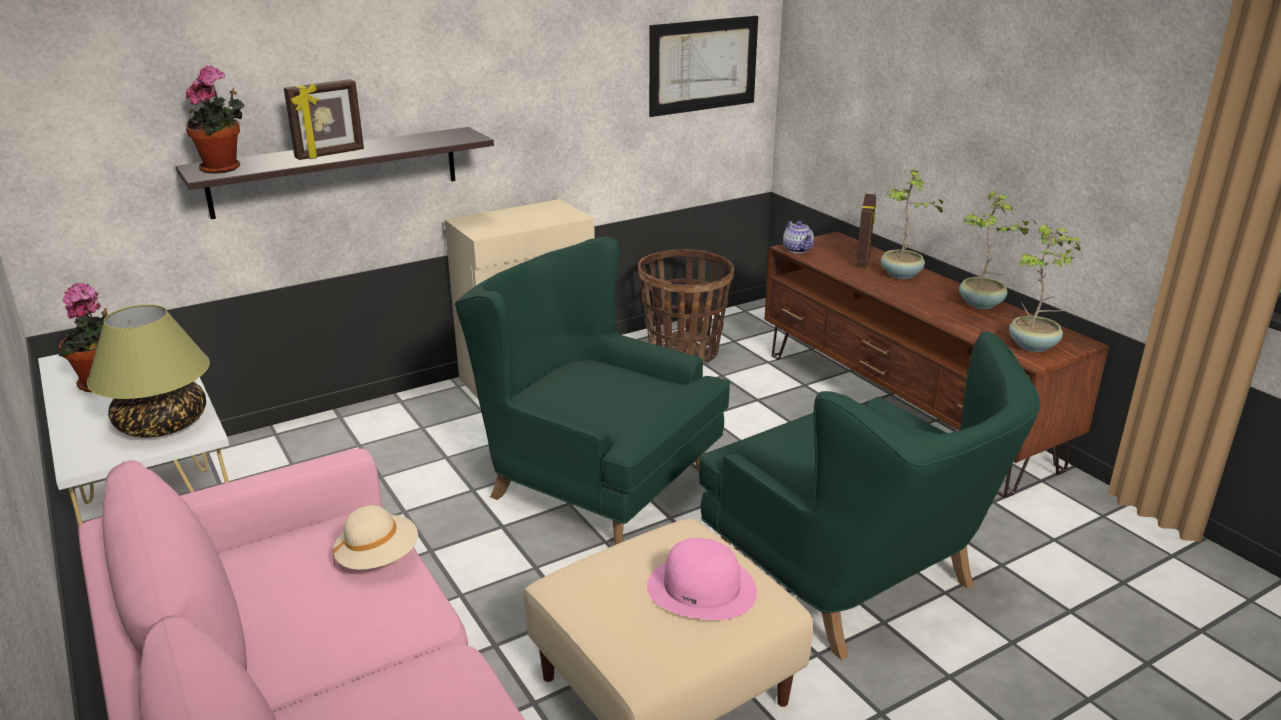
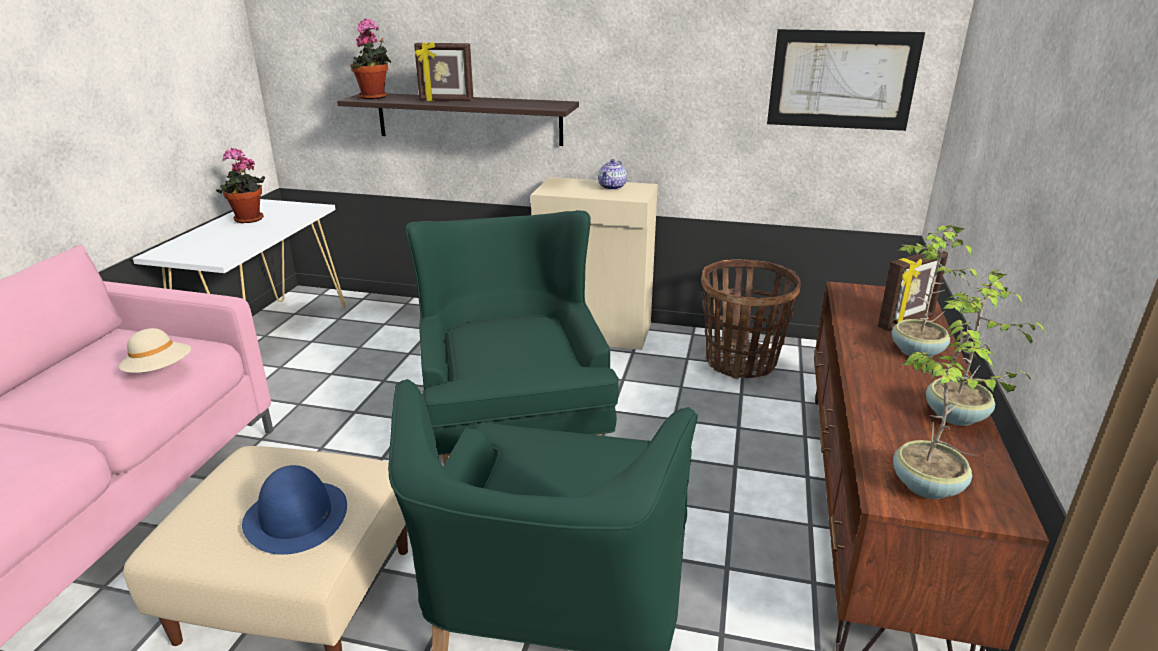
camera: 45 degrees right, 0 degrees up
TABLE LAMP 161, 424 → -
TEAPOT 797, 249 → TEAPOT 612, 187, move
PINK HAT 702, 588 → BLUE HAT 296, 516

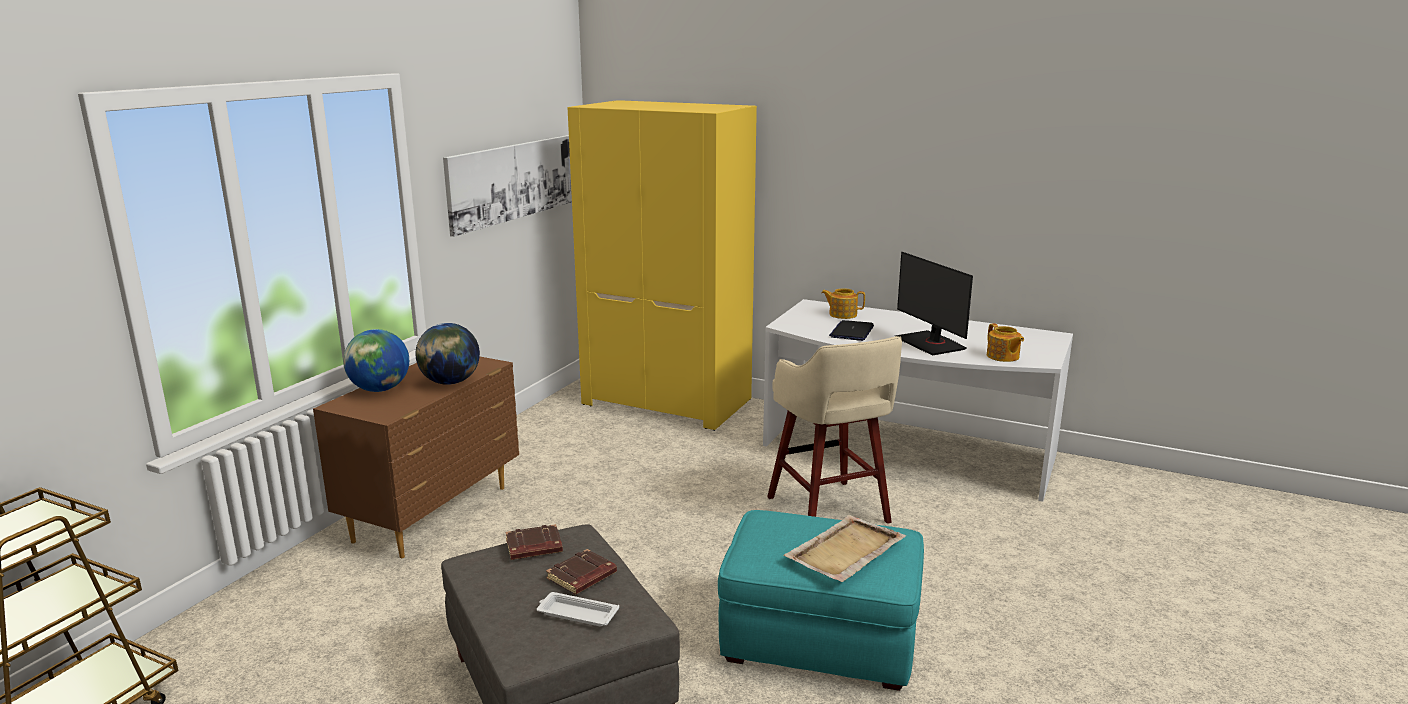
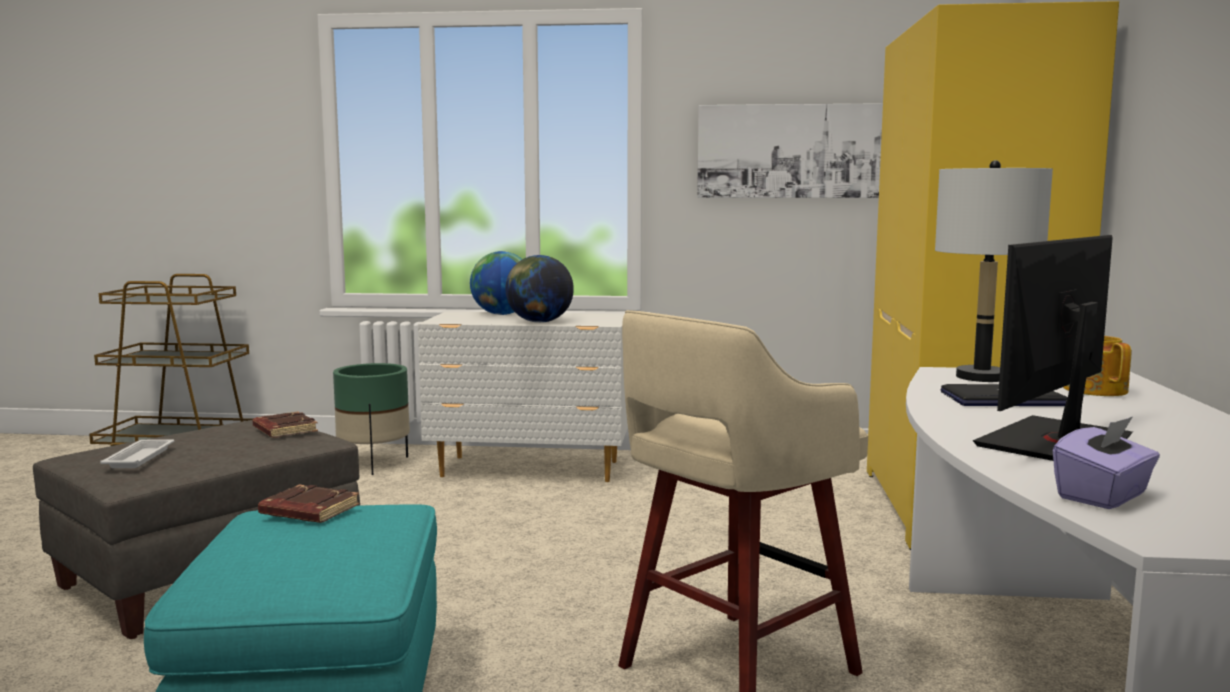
camera: 70 degrees right, 10 degrees down
BEIGE TRAY 844, 551 → -
- → GREEN PLANTER 374, 464
- → GREY TABLE LAMP 981, 377
BROWN BOOK 582, 577 → BROWN BOOK 308, 511, move
TEAPOT 1002, 357 → PURPLE TISSUE BOX 1103, 496
BROWN DRESSER 434, 513 → WHITE DRESSER 531, 470

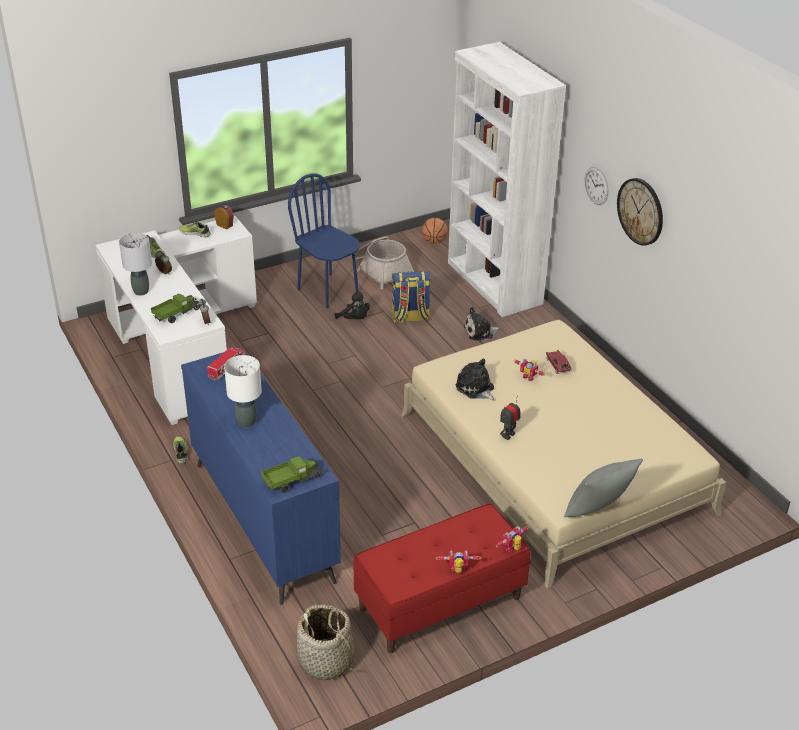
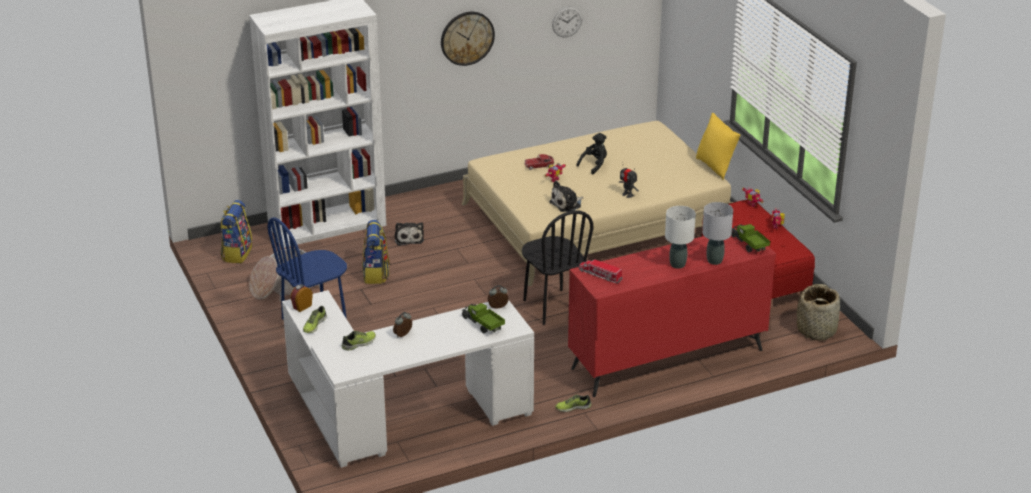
camera: 85 degrees left, 5 degrees down
- → BLACK CHAIR 553, 307
GREY TABLE LAMP 141, 291 → GREY TABLE LAMP 714, 261, move
BLACK PLUSH TOY 354, 319 → BLACK PLUSH TOY 594, 165, move
WALL CLOCK 596, 186 → WALL CLOCK 567, 21, move
BASKETBALL 434, 241 → BACKPACK 237, 253
BLUE DRESSER 263, 520 → RED DRESSER 666, 359
GREY PILLOW 598, 512 → YELLOW PILLOW 715, 167

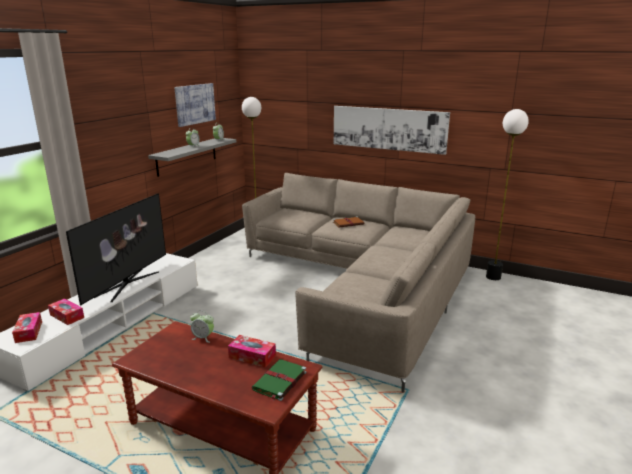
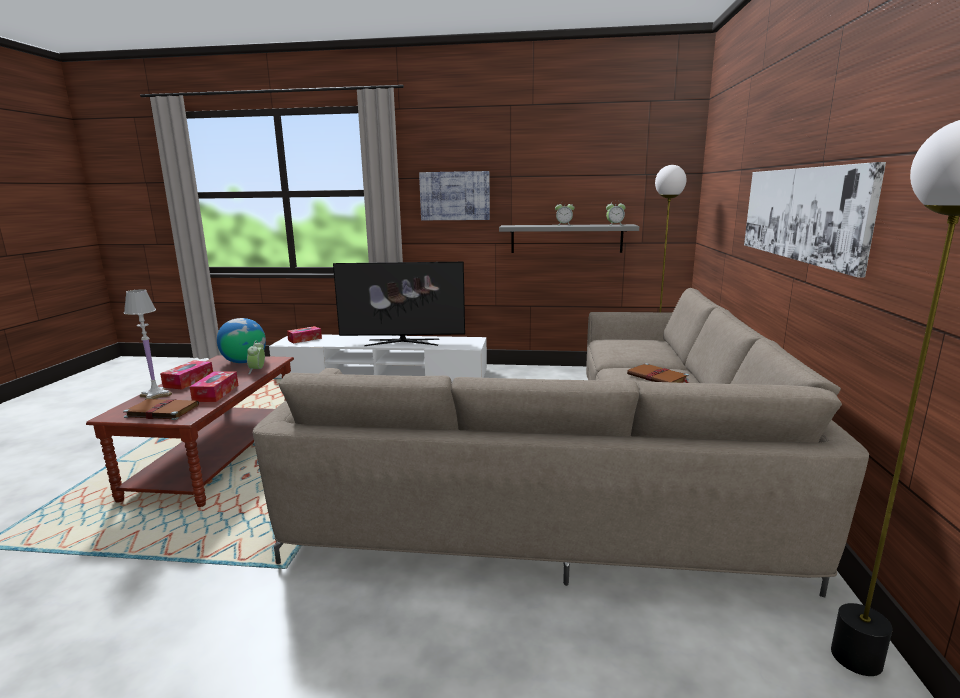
camera: 70 degrees right, 5 degrees down
- → WHITE TABLE LAMP 156, 395
- → GLOBE 244, 362
TISSUE BOX 67, 316 → TISSUE BOX 189, 381, move
PICTURE 195, 104 → PICTURE 455, 196, move
GREEN BOOK 279, 381 → BROWN BOOK 161, 411

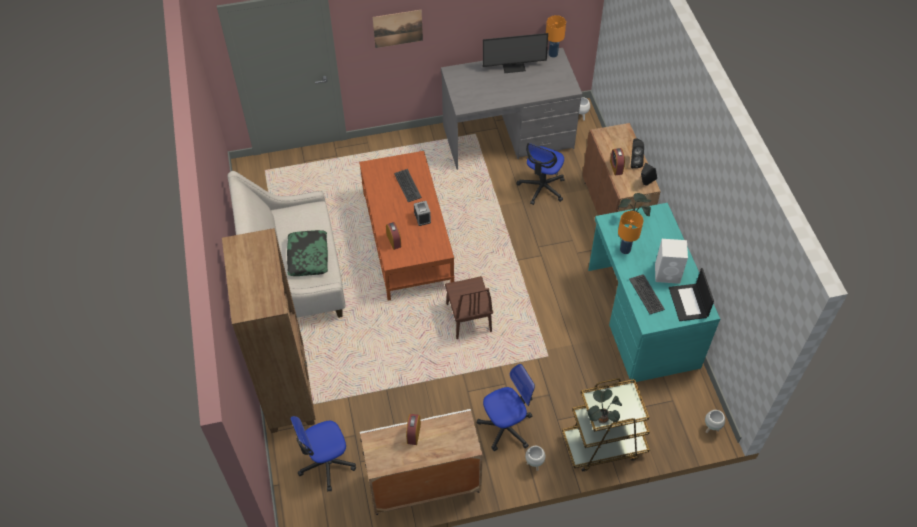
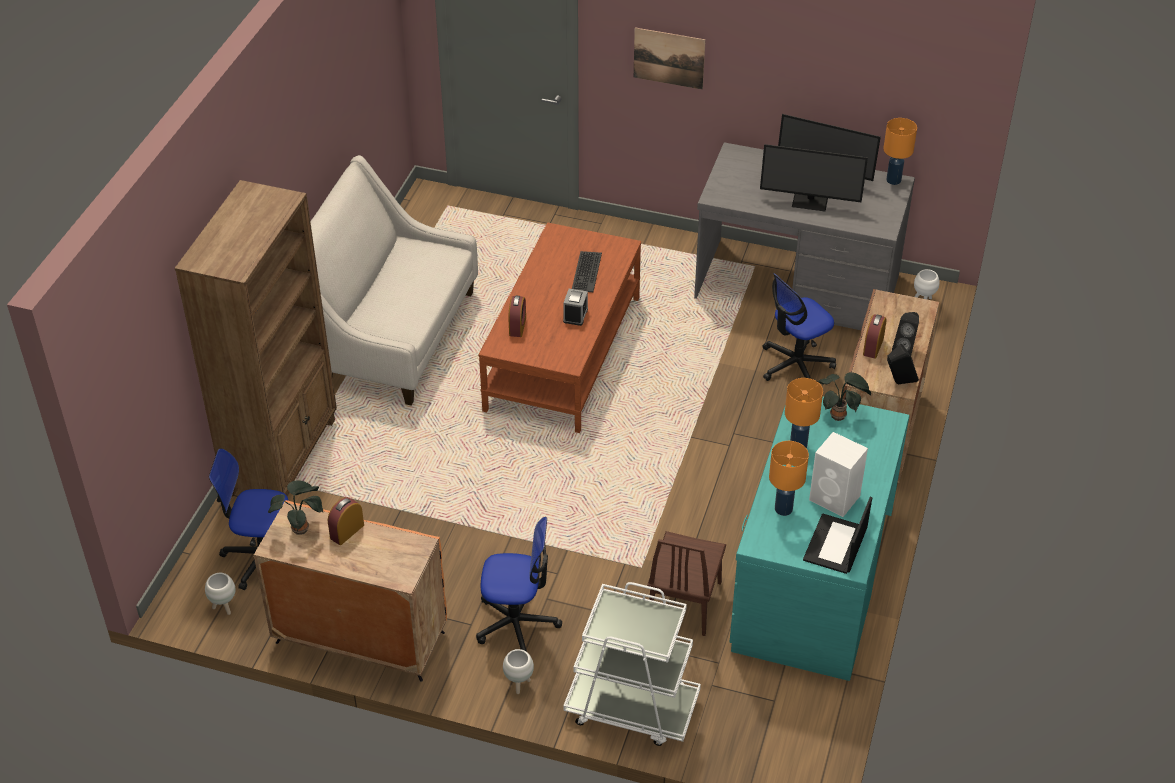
camera: 30 degrees right, 10 degrees down
PILLOW 308, 257 → -
- → MONITOR 810, 200
BROWN CHAIR 468, 317 → BROWN CHAIR 684, 601, move
POTTED PLANT 602, 417 → POTTED PLANT 301, 528, move
WHITE PLANTER 711, 428 → WHITE PLANTER 224, 607, move
KEYBOARD 646, 294 → ORANGE TABLE LAMP 784, 509
WHITE CABINET 423, 484 → ORANGE CABINET 359, 638
BROWN CART 603, 445 → WHITE CART 631, 708

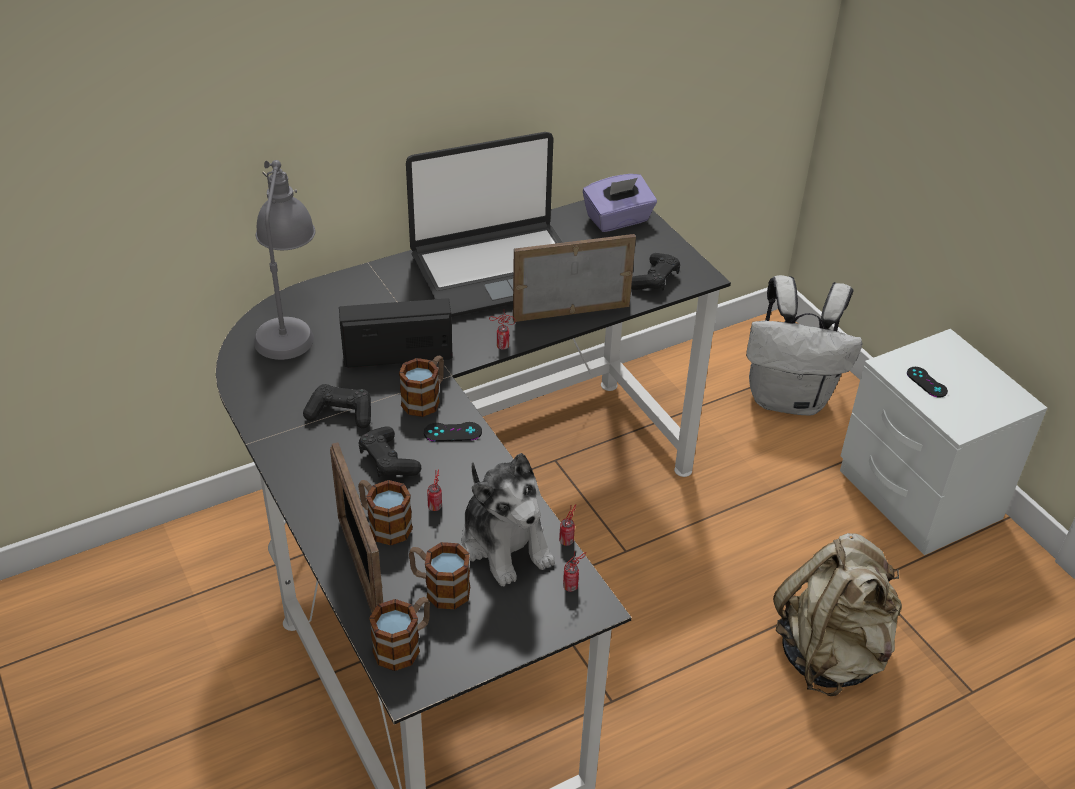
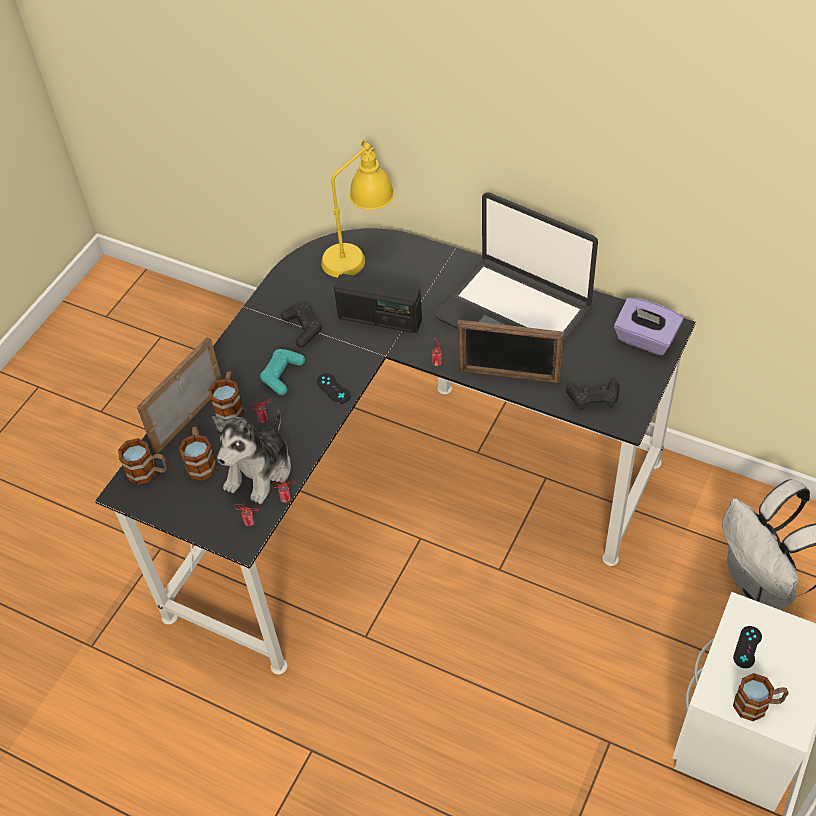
camera: 60 degrees right, 10 degrees up
BEIGE BACKPACK 830, 652 → -
MUG 425, 398 → MUG 757, 705, move
GREY TABLE LAMP 288, 323 → YELLOW TABLE LAMP 360, 253
BLACK GAME CONTROLLER 388, 461 → TURQUOISE GAME CONTROLLER 282, 375
RADIO 397, 355 → RADIO 379, 319, 150 degrees clockwise
PICTURE FRAME 571, 312 → PICTURE FRAME 508, 375, 150 degrees clockwise

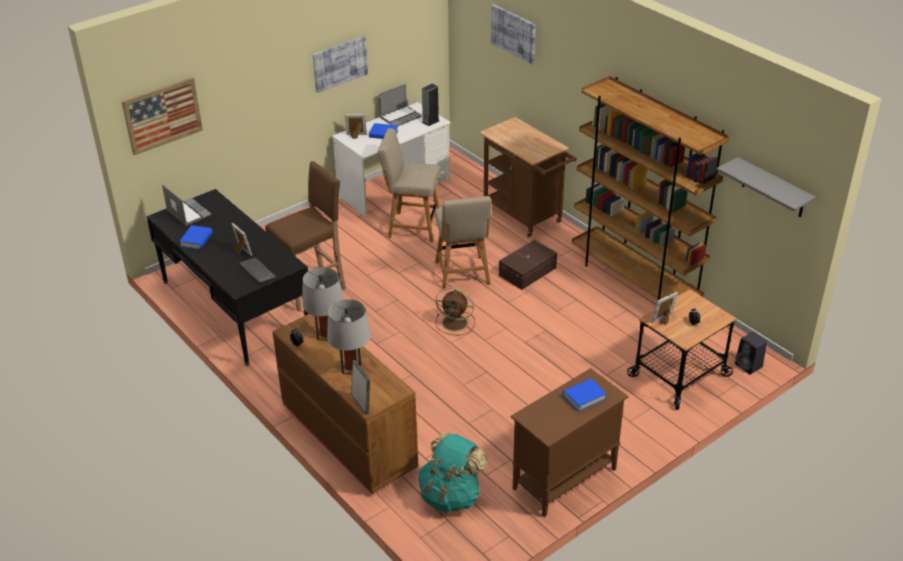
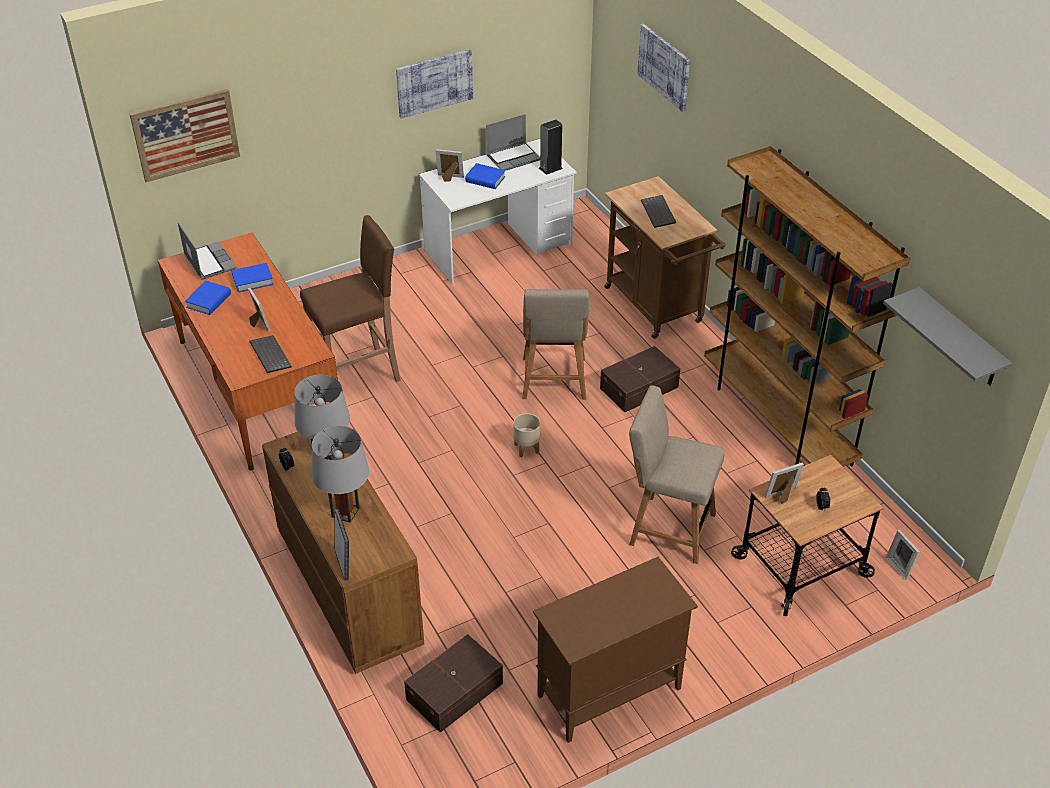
camera: 10 degrees right, 5 degrees up
- → KEYBOARD 659, 213
BEIGE CHAIR 411, 226 → BEIGE CHAIR 668, 528, move
BLUE BOOK 584, 397 → BLUE BOOK 252, 280, move
TURQUOISE BACKPACK 451, 495 → BROWN STORAGE BOX 456, 692
BROWN FAN 456, 323 → BEIGE PLANTER 527, 448
BLACK SPEAKER 749, 366 → PICTURE FRAME 901, 566
BLACK DESK 235, 307 → ORANGE DESK 257, 388

